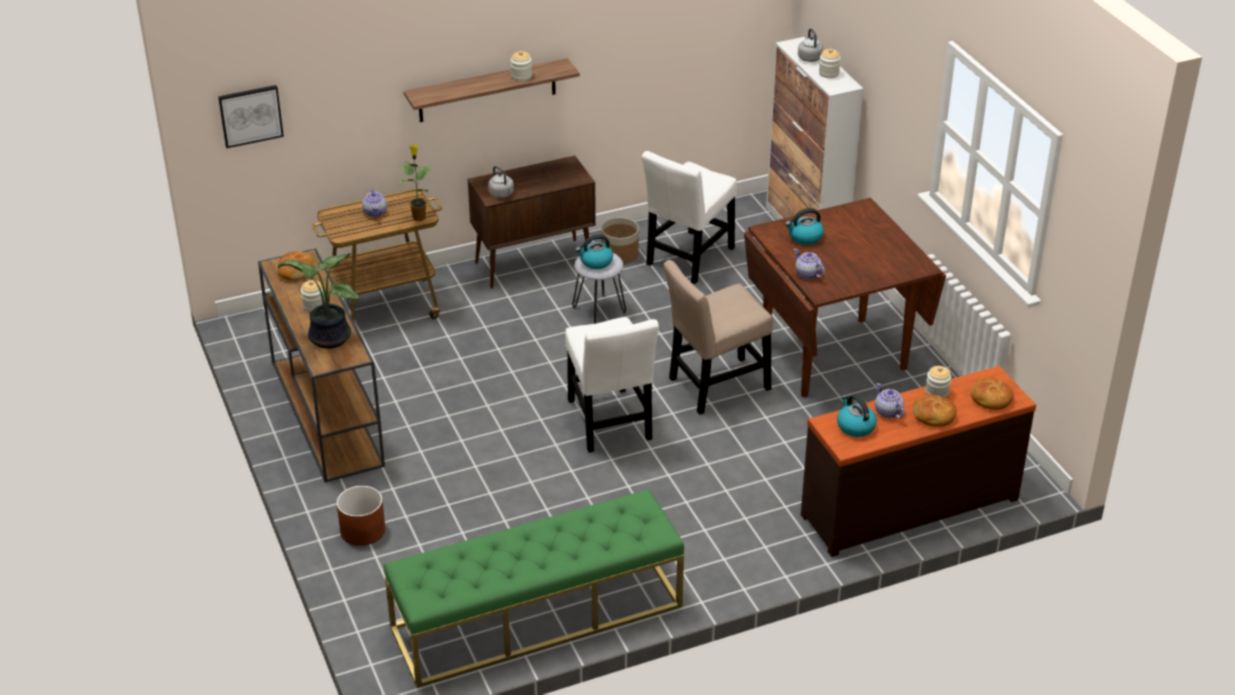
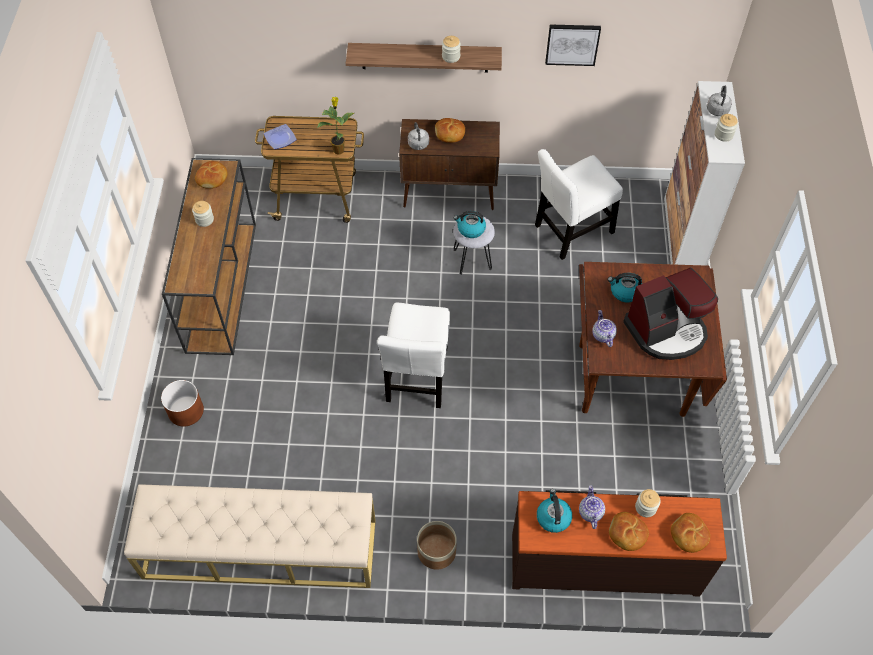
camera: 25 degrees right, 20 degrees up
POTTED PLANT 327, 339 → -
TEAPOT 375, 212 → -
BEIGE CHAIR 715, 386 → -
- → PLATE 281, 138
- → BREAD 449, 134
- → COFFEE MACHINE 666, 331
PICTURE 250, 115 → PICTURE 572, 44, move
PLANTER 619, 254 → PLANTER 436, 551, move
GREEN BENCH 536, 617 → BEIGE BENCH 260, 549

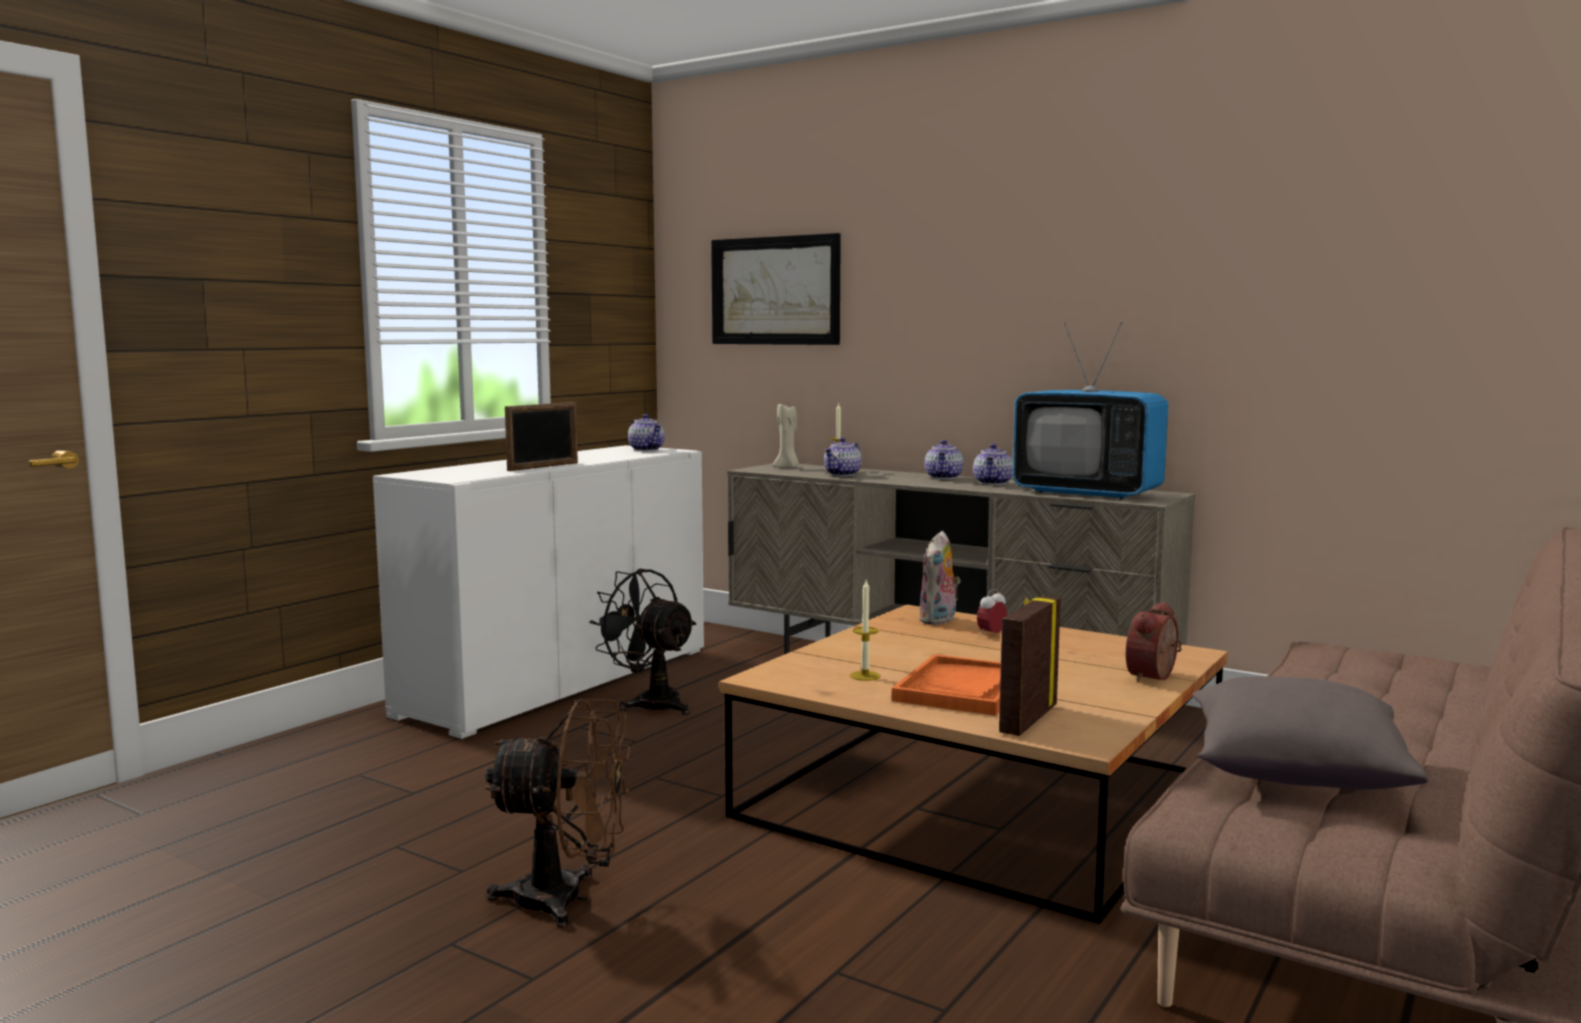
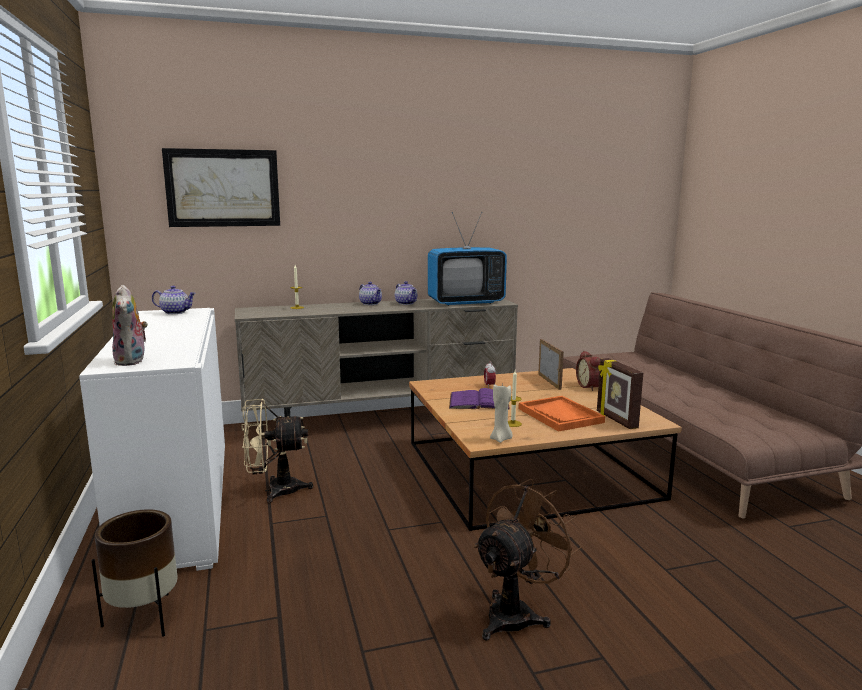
camera: 50 degrees left, 5 degrees up
TEAPOT 843, 474 → -
GREY PILLOW 1295, 773 → -
- → BROWN PLANTER 145, 618
- → PURPLE BOOK 479, 401
PICTURE FRAME 543, 467 → PICTURE FRAME 549, 381, move
BEIGE CANDLE 787, 468 → BEIGE CANDLE 501, 439, move
PLUSH TOY 939, 620 → PLUSH TOY 132, 361, move
BLACK FAN 650, 703 → BEIGE FAN 274, 490

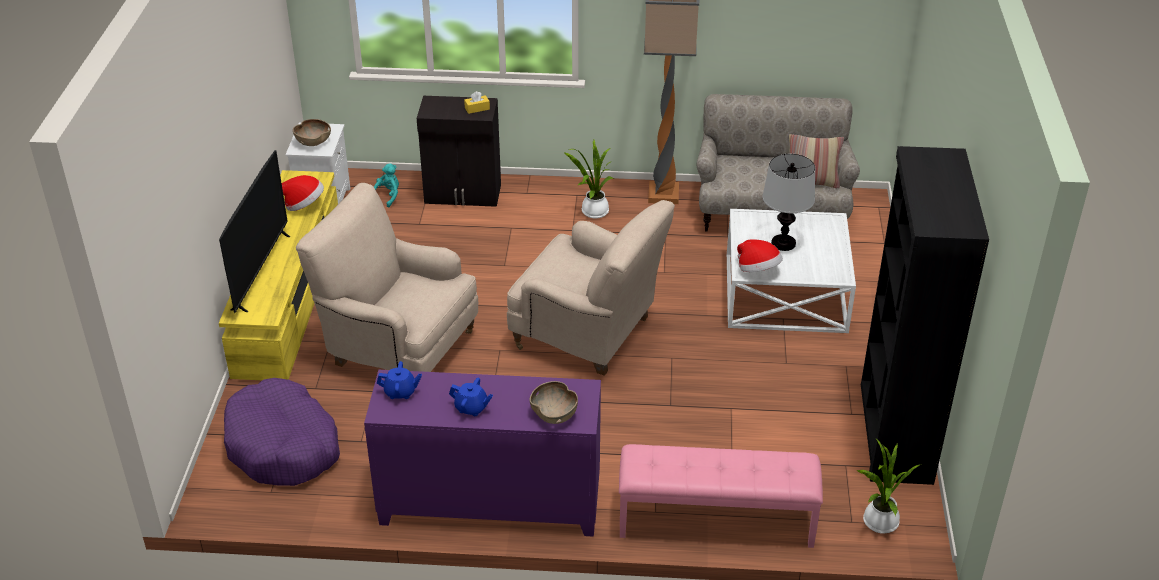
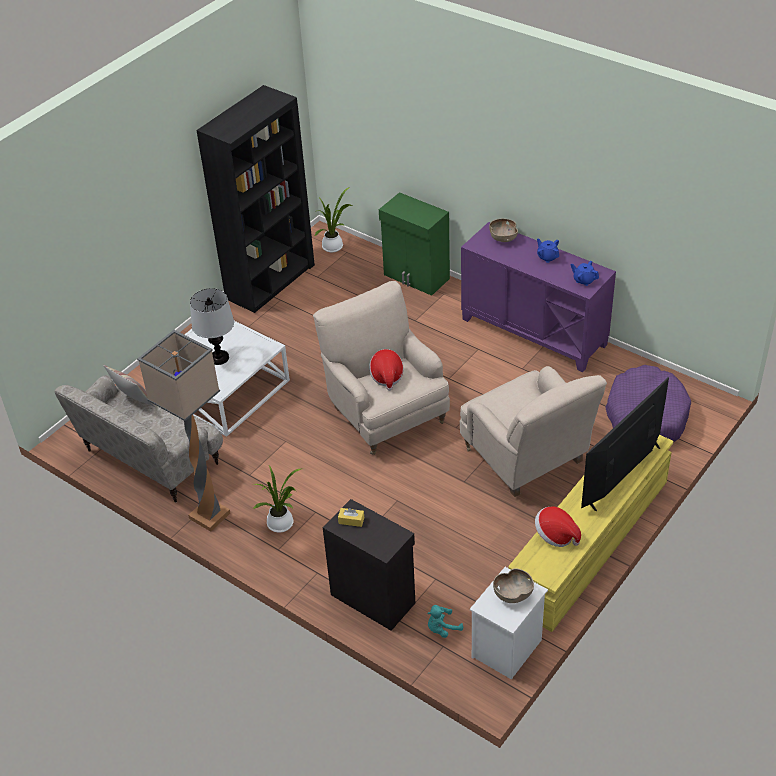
camera: 145 degrees left, 5 degrees up
HAT 758, 270 → HAT 387, 376, move
PINK BENCH 715, 522 → GREEN CABINET 416, 277

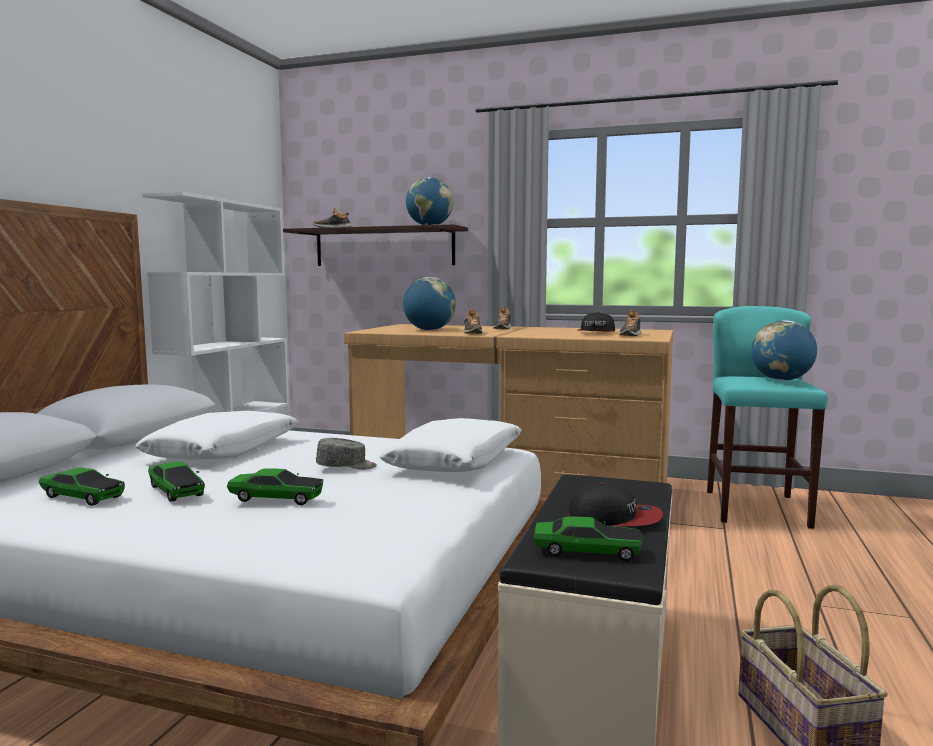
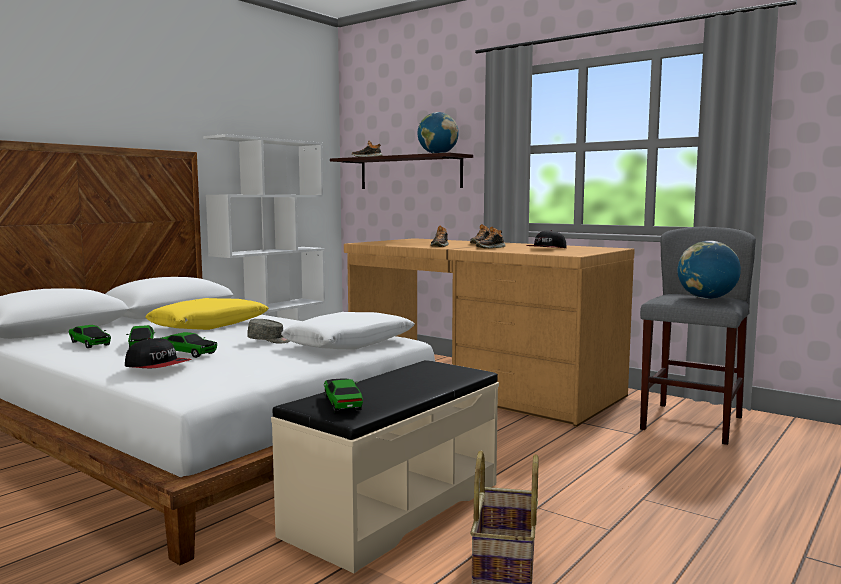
camera: 20 degrees right, 0 degrees up
GLOBE 429, 330 → -
CAP 614, 519 → CAP 158, 365, move
SHOE 630, 335 → SHOE 490, 248, move
WHITE PILLOW 223, 450 → YELLOW PILLOW 209, 325
TURQUOISE STOOL 756, 509 → GREY STOOL 691, 423
TOY CAR 587, 551 → TOY CAR 343, 404, 135 degrees counterclockwise

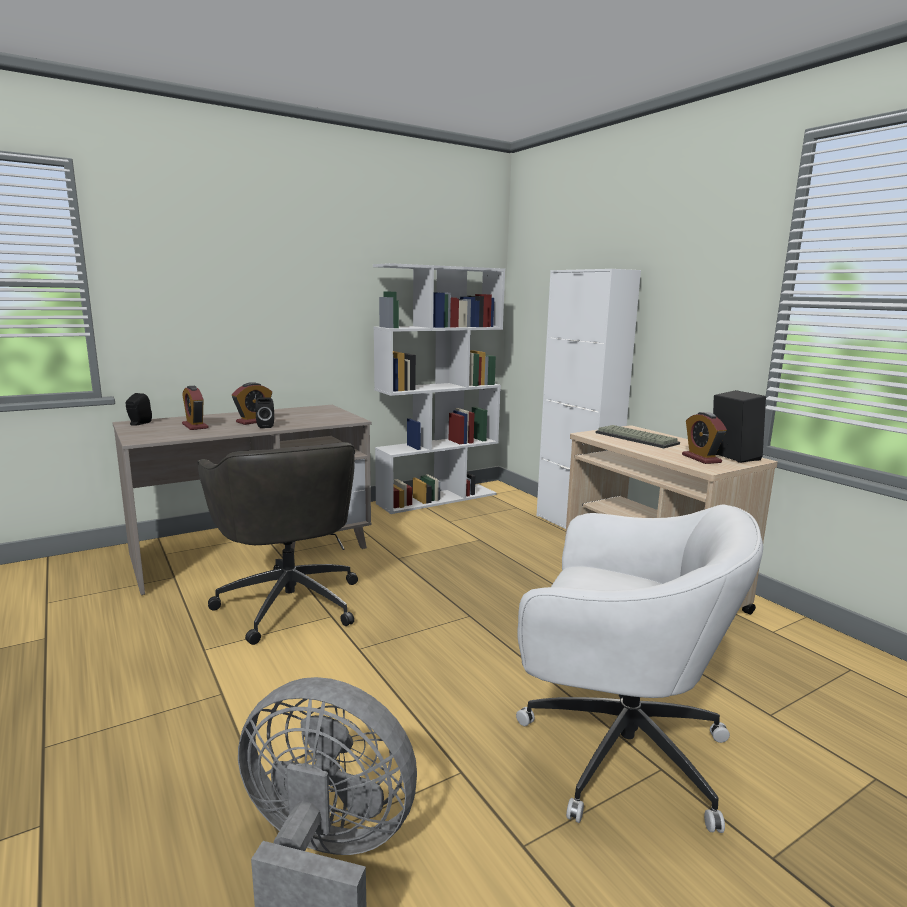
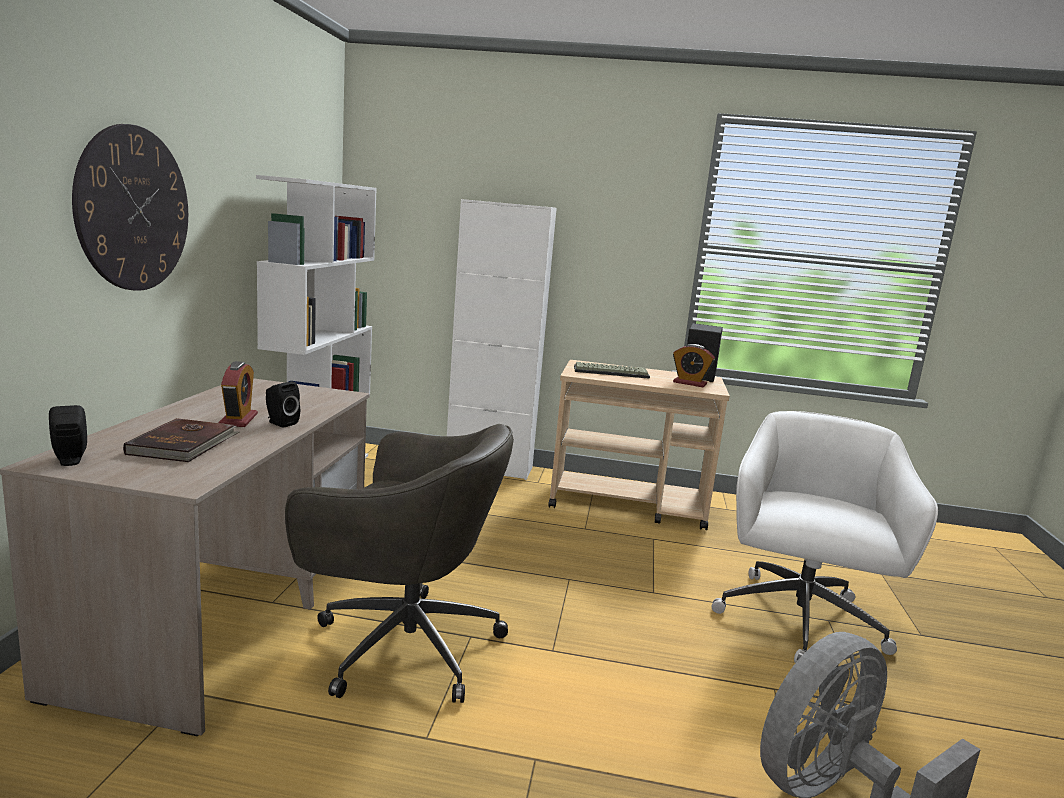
camera: 50 degrees left, 0 degrees up
- → WALL CLOCK 134, 209
ALARM CLOCK 195, 426 → BROWN BOOK 184, 444
WHITE OFFICE CHAIR 616, 750 → WHITE OFFICE CHAIR 799, 622, 45 degrees counterclockwise

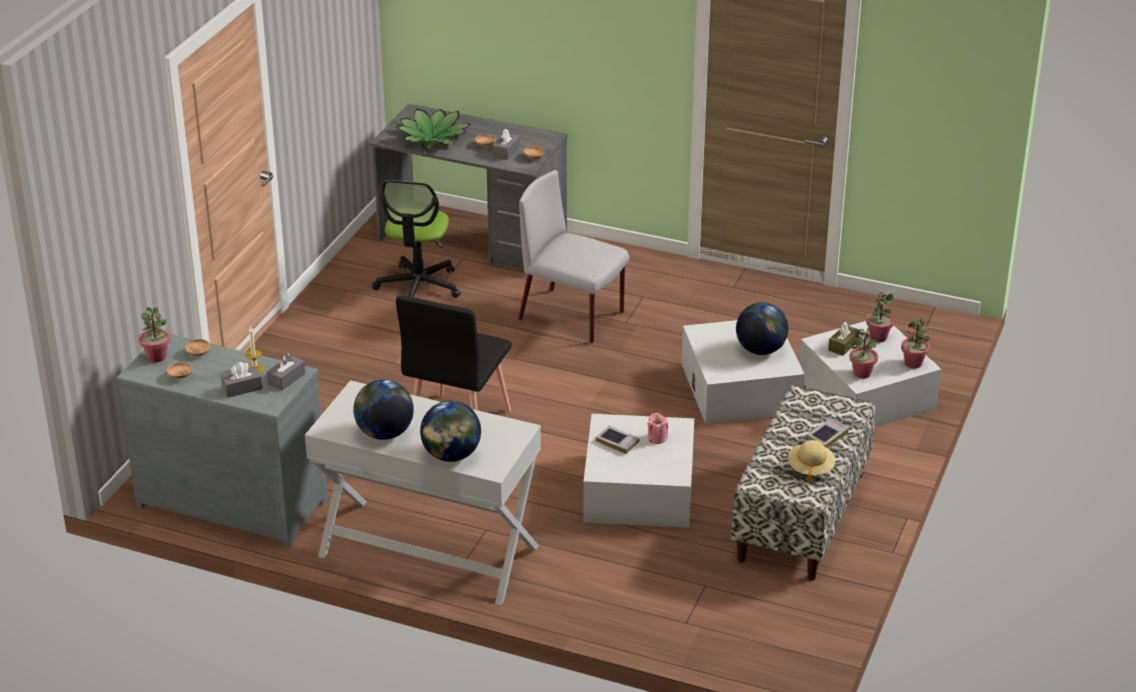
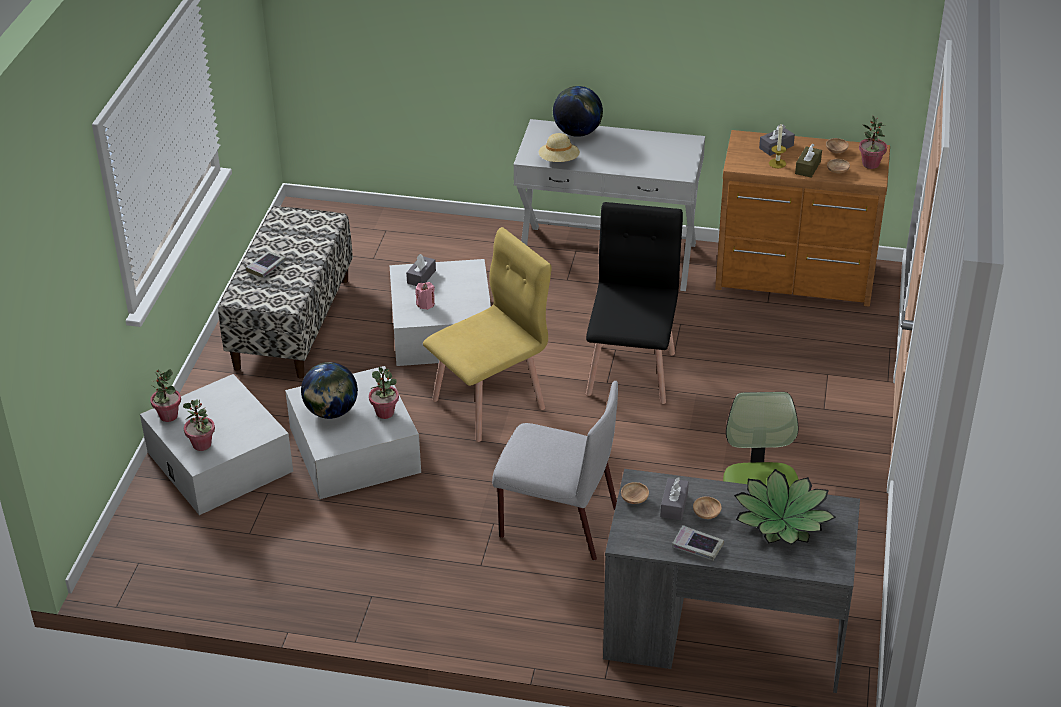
camera: 170 degrees right, 5 degrees up
GLOBE 385, 434 → -
- → YELLOW CHAIR 490, 404
GREY TISSUE BOX 286, 379 → GREY TISSUE BOX 421, 277, move
BOOK 617, 442 → BOOK 697, 546, move
BEIGE HAT 810, 468 → BEIGE HAT 559, 161, move
BROWN TISSUE BOX 843, 345 → BROWN TISSUE BOX 808, 167, move
POTTED PLANT 862, 374 → POTTED PLANT 385, 413, move
GREY DRESSER 233, 499 → BROWN DRESSER 795, 278

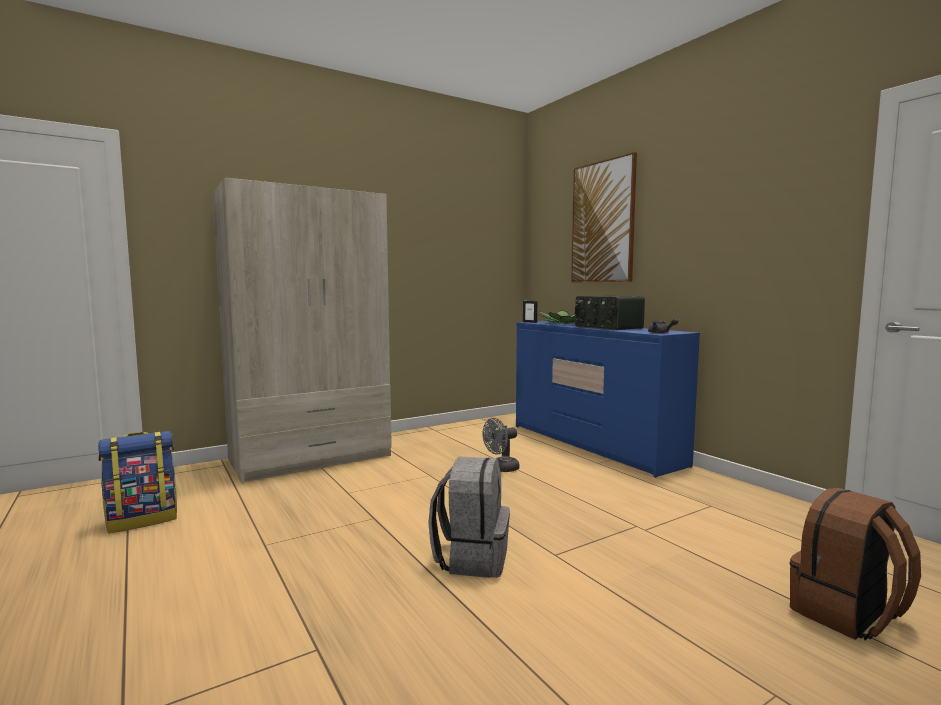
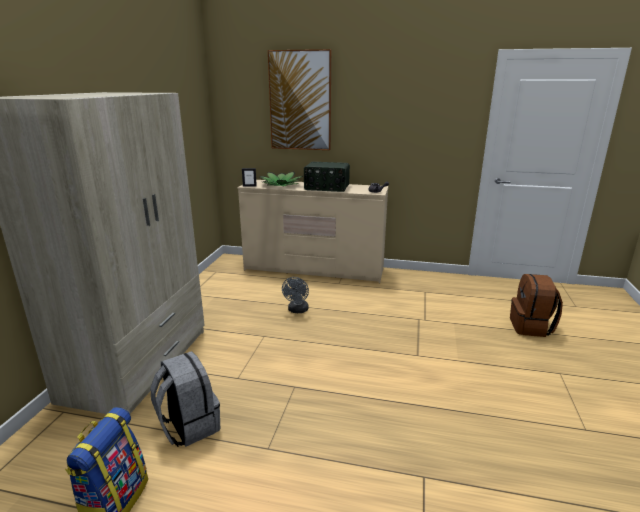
camera: 45 degrees left, 15 degrees up
GREY BACKPACK 471, 558 → GREY BACKPACK 188, 426, move
BLUE DRESSER 593, 445 → BEIGE DRESSER 314, 269

